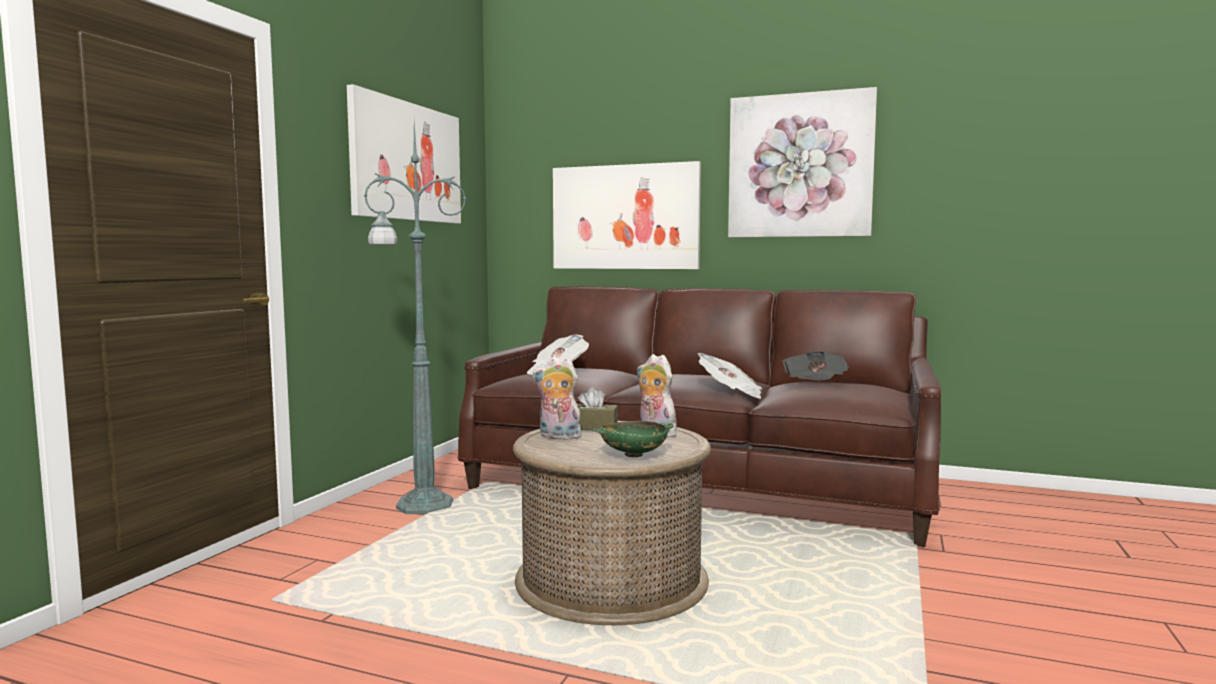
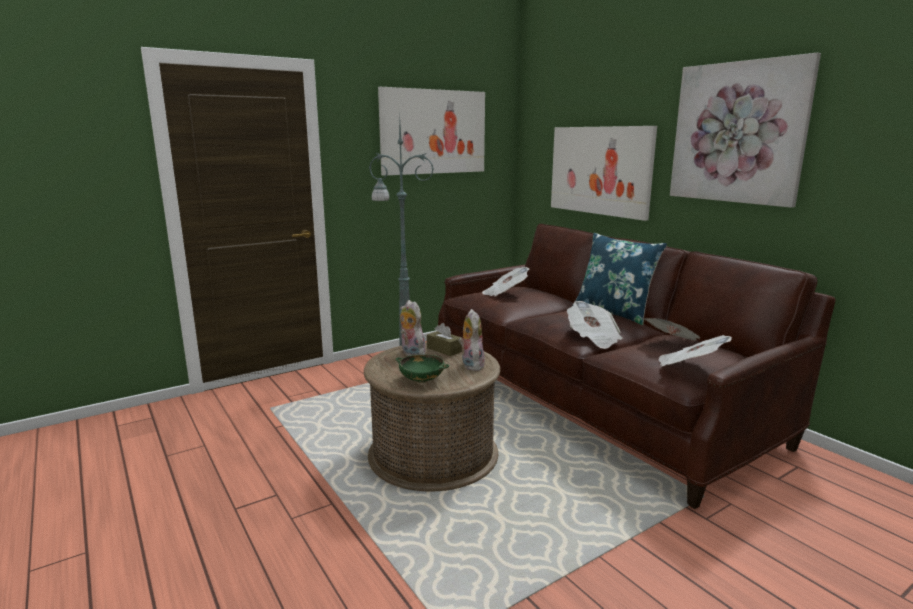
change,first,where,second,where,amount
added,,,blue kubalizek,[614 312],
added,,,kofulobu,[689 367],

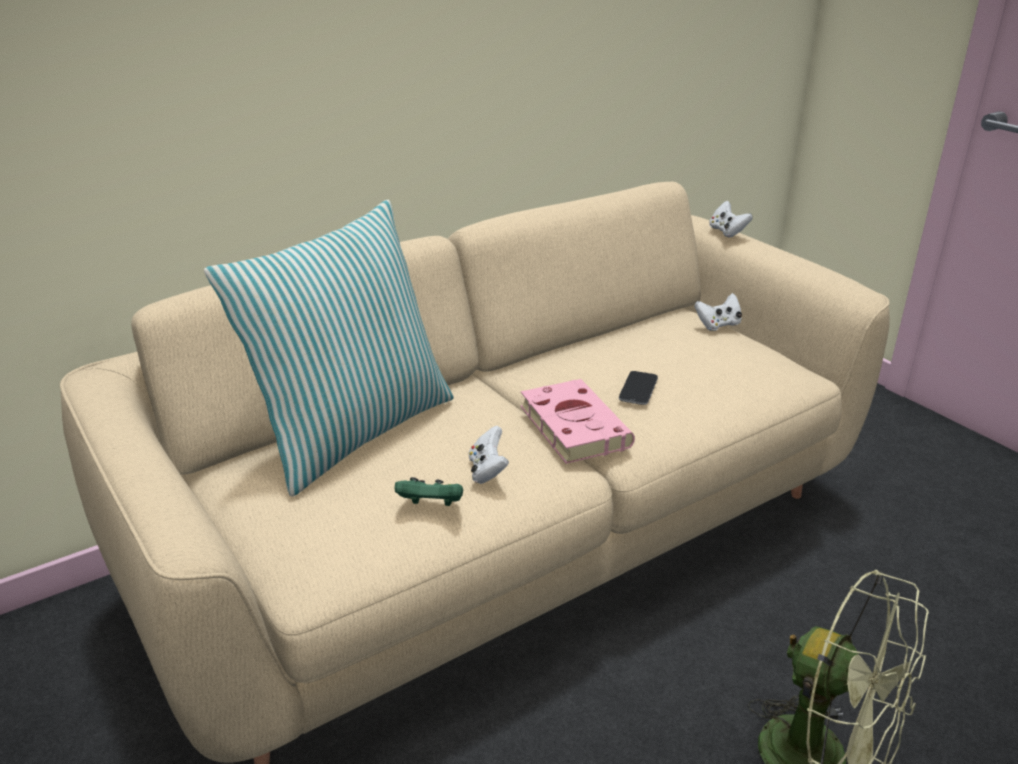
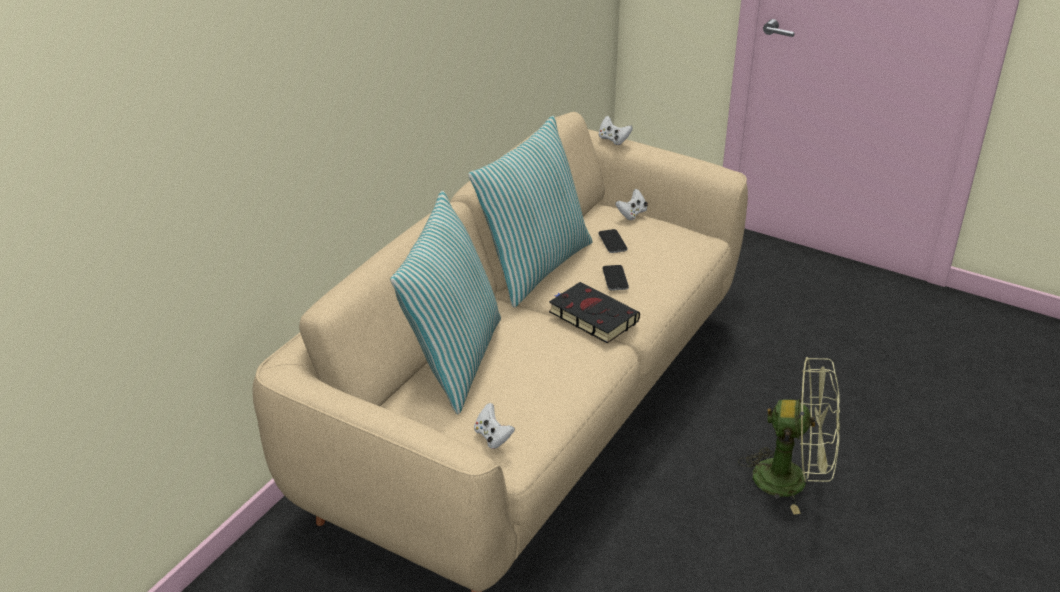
change,first,where,second,where,amount
added,,,kubalizek,[533 266],
moved,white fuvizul,[487 471],,[492 437],
recoloured,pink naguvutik,[572 425],black naguvutik,[591 316],
added,,,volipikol,[612 242],
removed,green fuvizul,[431 506],,,

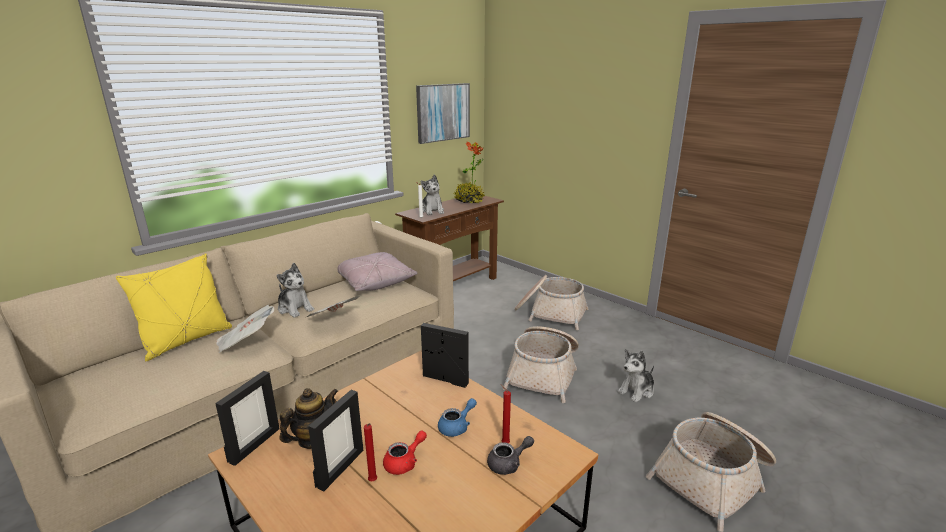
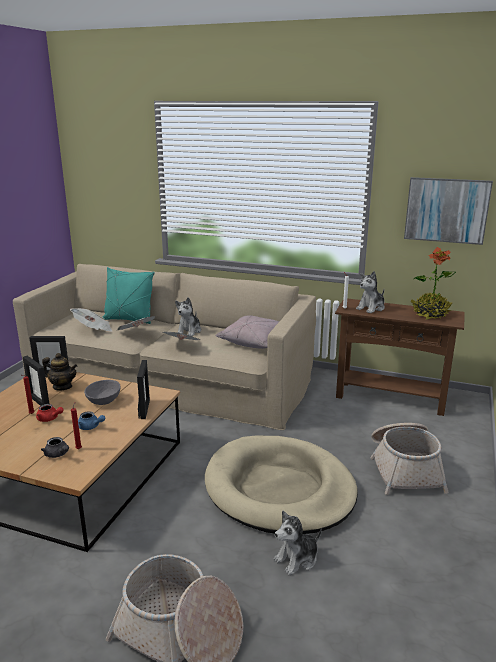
change,first,where,second,where,amount
turned,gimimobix,[340 468],,[40 401],45 degrees clockwise
added,,,kofulobu,[93 330],
added,,,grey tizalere,[104 401],
recoloured,yellow kubalizek,[187 340],turquoise kubalizek,[129 319],
replaced,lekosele,[543 373],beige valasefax,[279 489],
turned,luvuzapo,[636 391],,[297 559],60 degrees counterclockwise

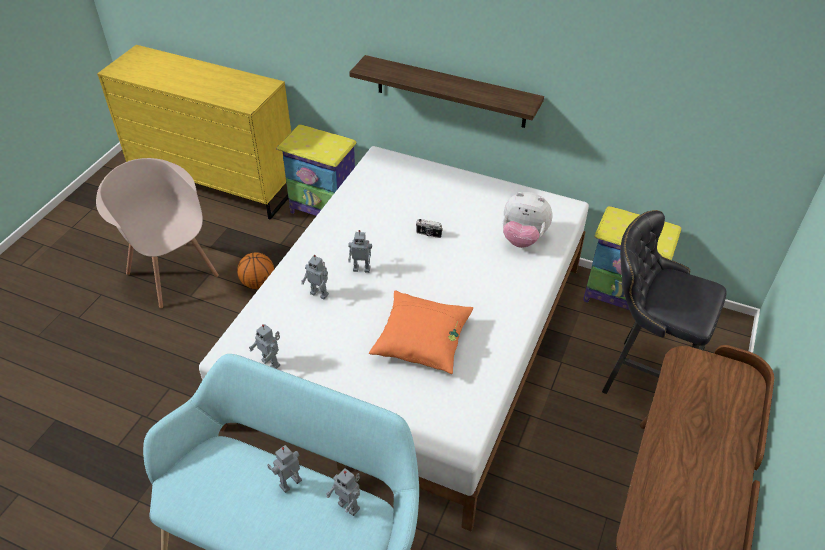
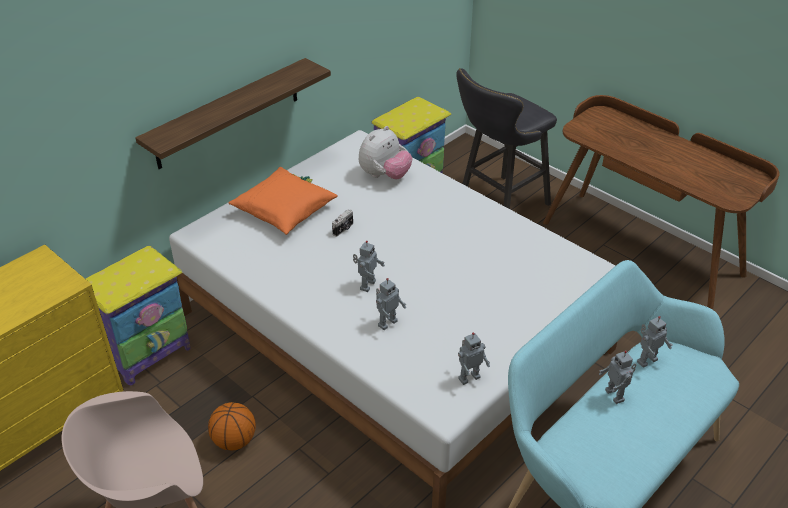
change,first,where,second,where,amount
moved,orange kubalizek,[421 341],,[284 211],

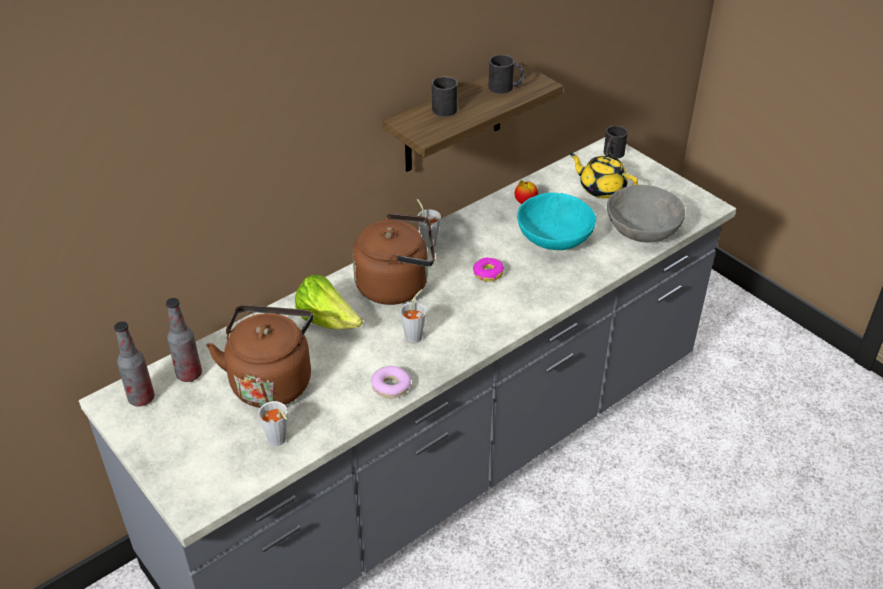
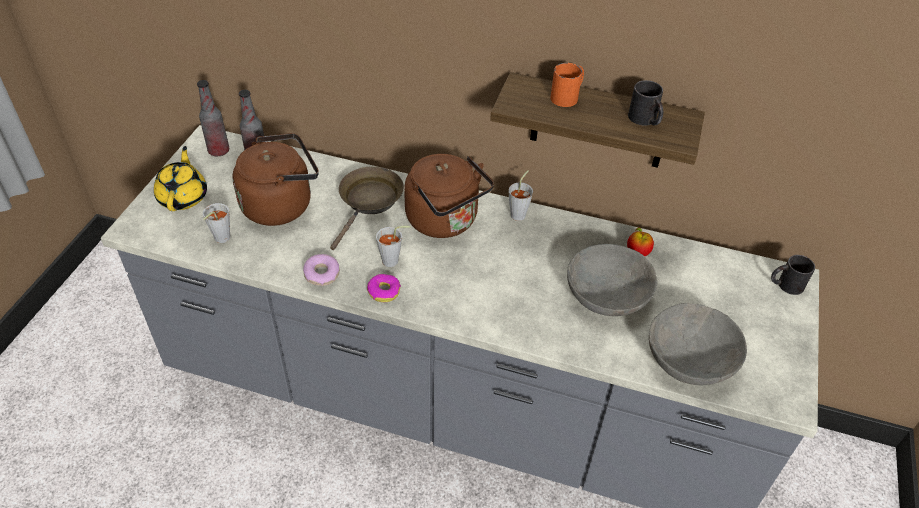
change,first,where,second,where,amount
moved,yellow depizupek,[601 188],,[183 196],
replaced,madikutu,[328 321],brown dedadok,[369 202],
moved,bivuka,[488 273],,[384 291],
recoloured,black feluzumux,[443 106],orange feluzumux,[568 96],
recoloured,turquoise tizalere,[553 238],grey tizalere,[606 296],

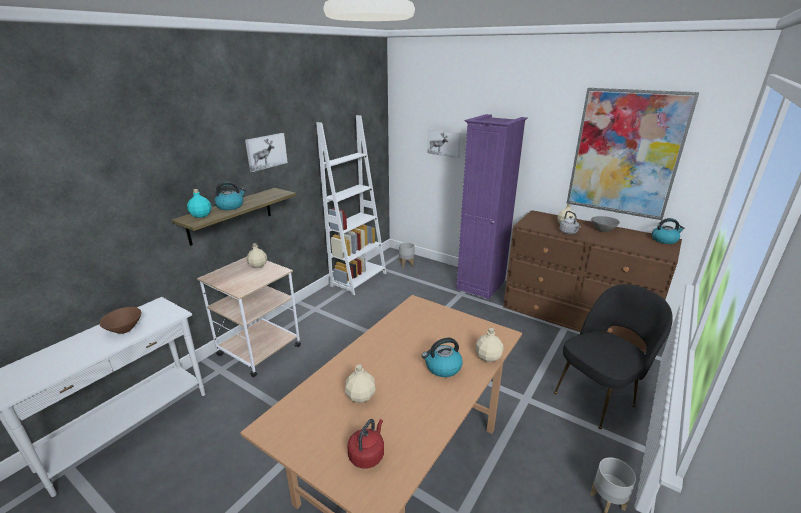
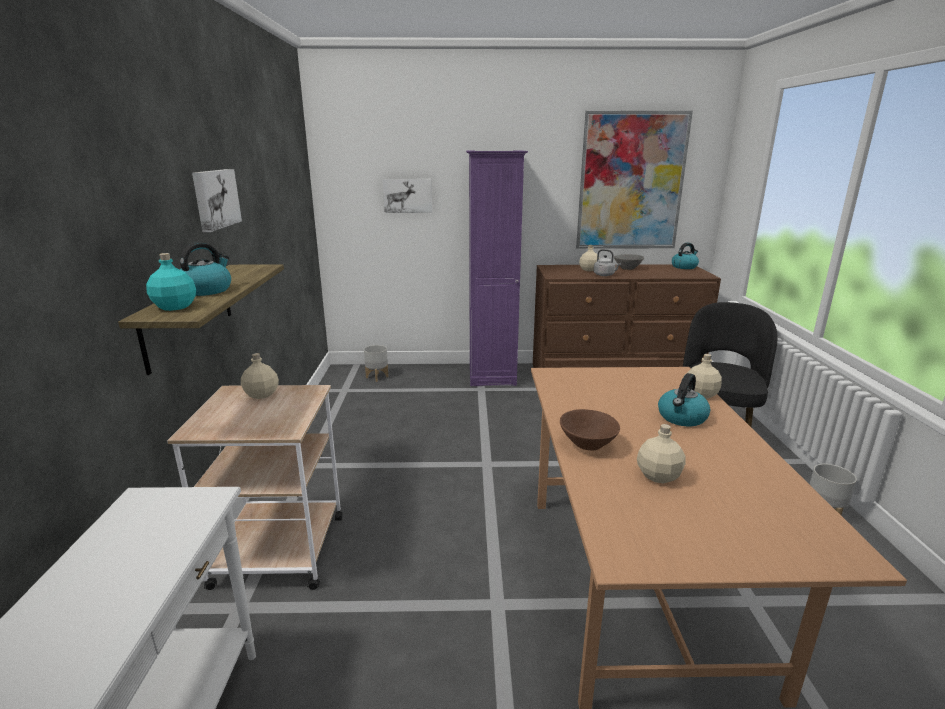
change,first,where,second,where,amount
moved,brown tizalere,[124 329],,[588 445],
removed,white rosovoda,[358 279],,,
removed,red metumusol,[367 454],,,

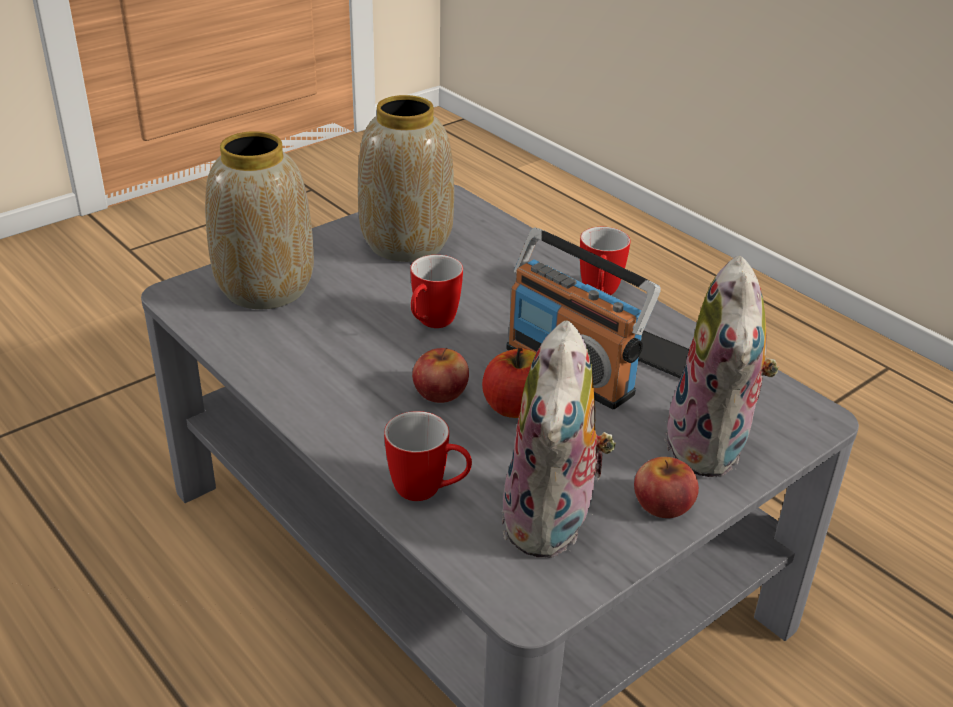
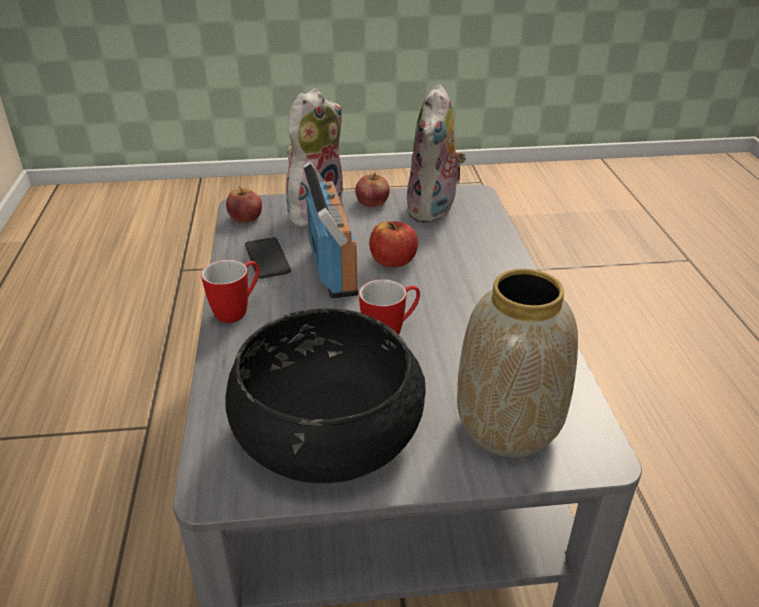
change,first,where,second,where,amount
replaced,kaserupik,[407 243],black tizalere,[327 429],
moved,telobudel,[440 391],,[245 217],
turned,luvuzapo,[552 524],,[434 211],150 degrees clockwise
removed,feluzumux,[429 491],,,

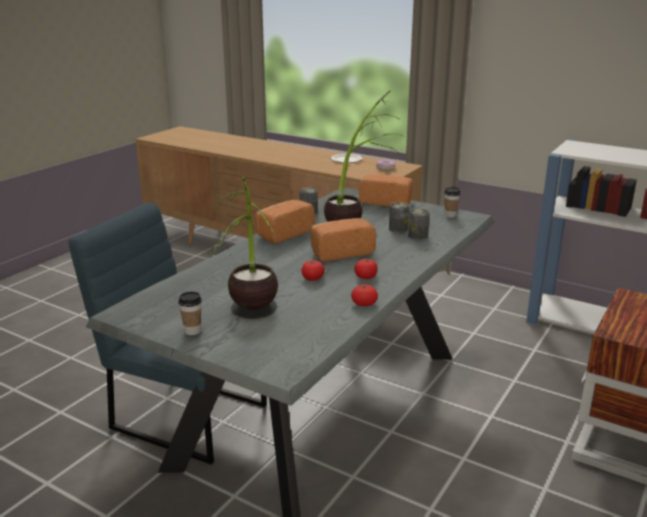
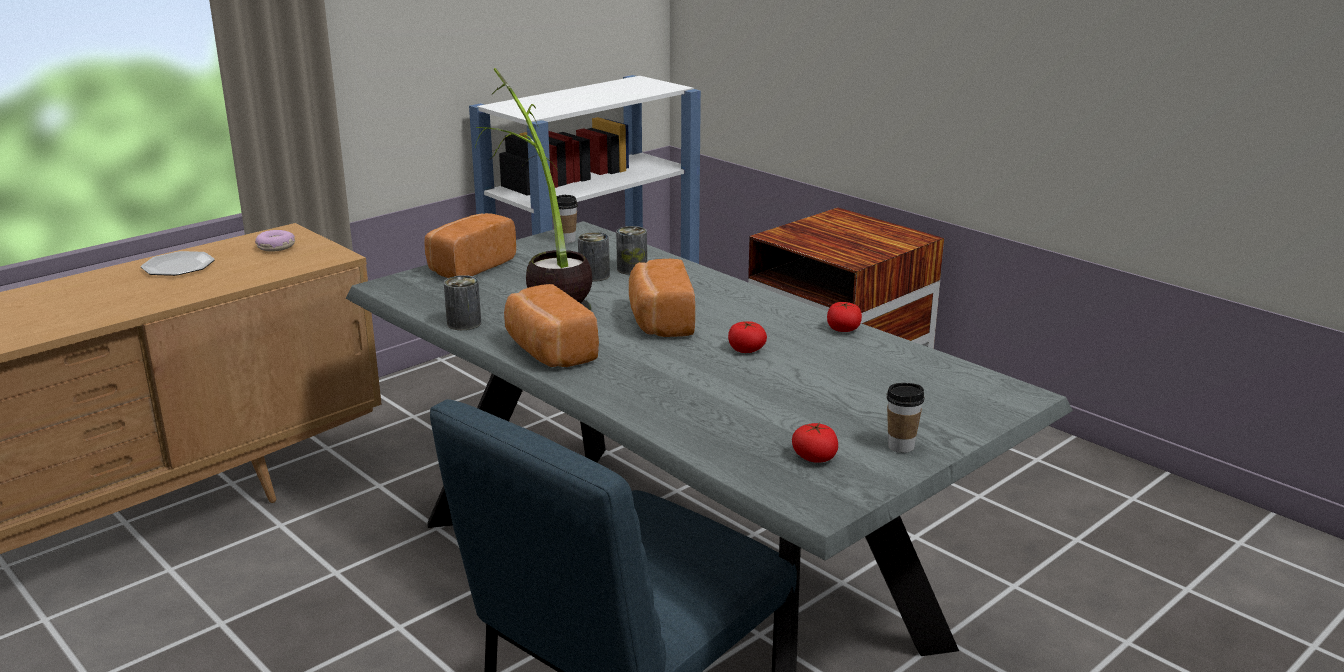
change,first,where,second,where,amount
moved,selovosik,[366 276],,[814 457],
removed,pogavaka,[251 321],,,

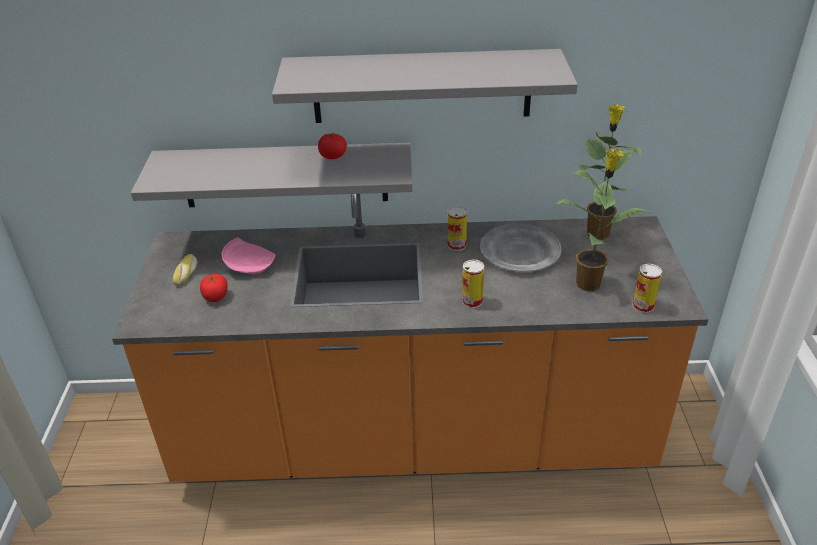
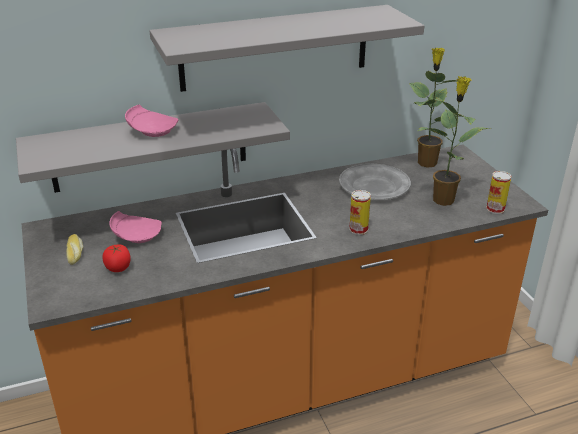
change,first,where,second,where,amount
added,,,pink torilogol,[152 130],
removed,selovosik,[333 156],,,
removed,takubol,[456 245],,,

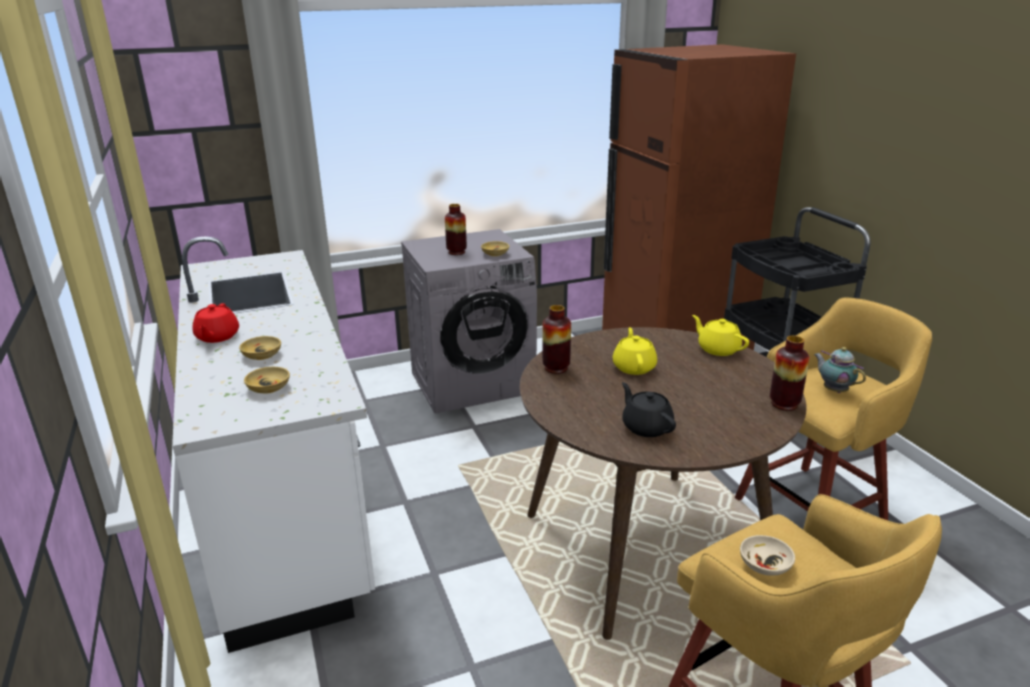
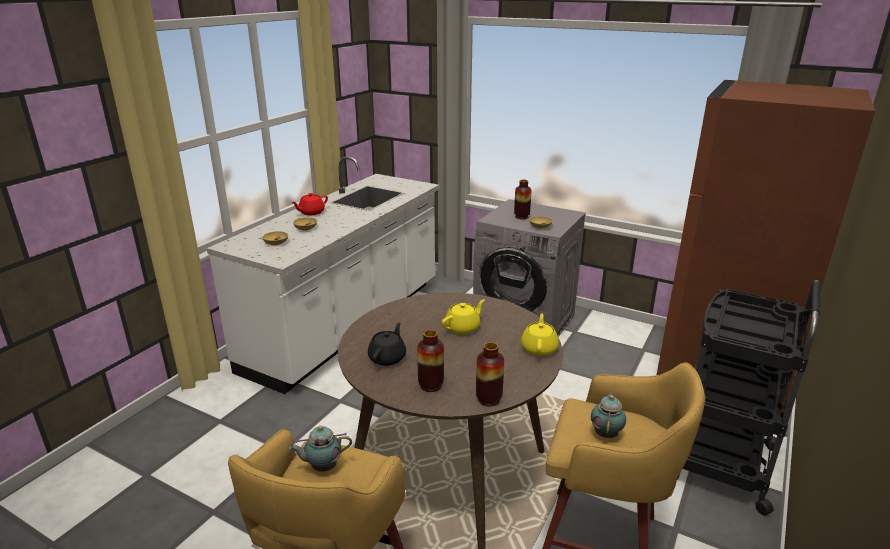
change,first,where,second,where,amount
replaced,beige tizalere,[764 564],depizupek,[322 467],
moved,kaserupik,[556 368],,[431 385],

